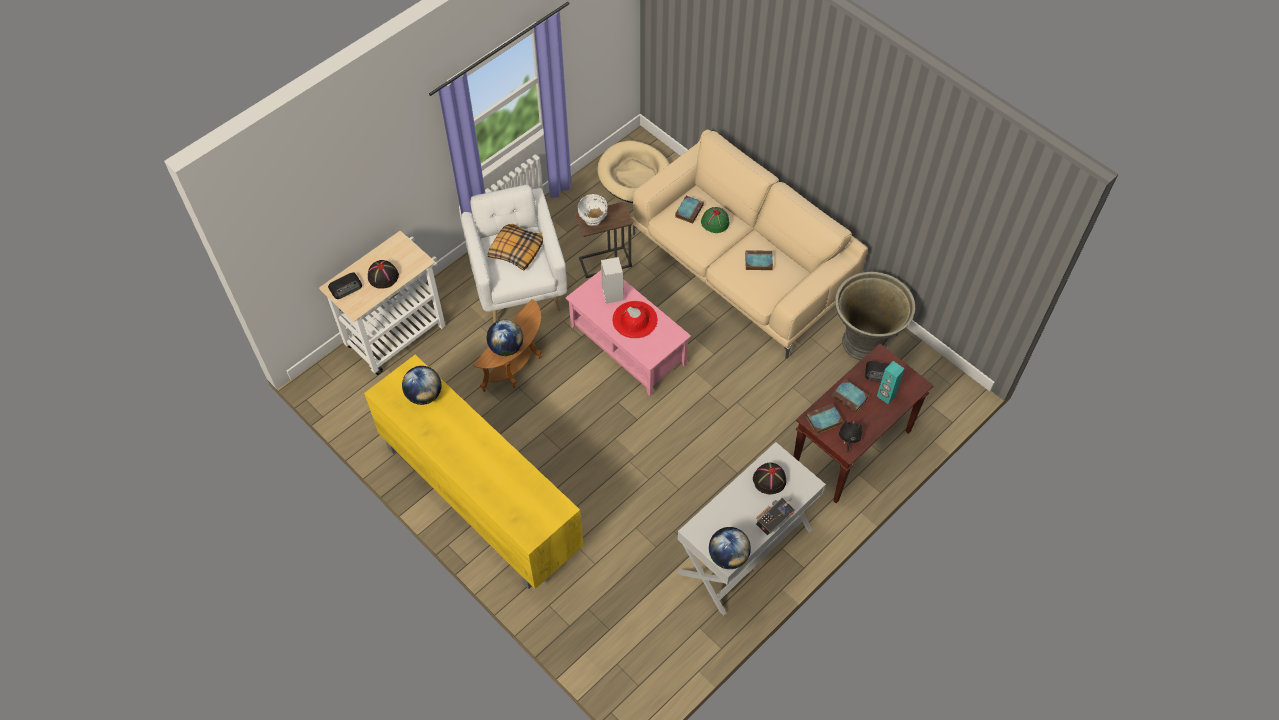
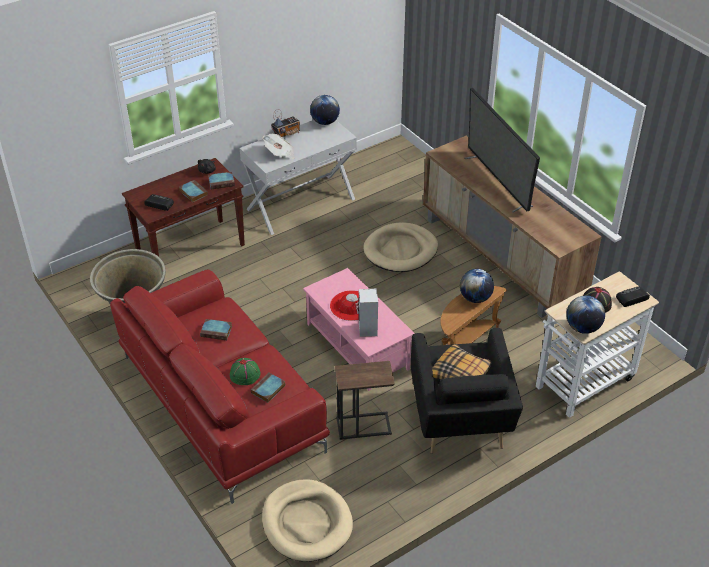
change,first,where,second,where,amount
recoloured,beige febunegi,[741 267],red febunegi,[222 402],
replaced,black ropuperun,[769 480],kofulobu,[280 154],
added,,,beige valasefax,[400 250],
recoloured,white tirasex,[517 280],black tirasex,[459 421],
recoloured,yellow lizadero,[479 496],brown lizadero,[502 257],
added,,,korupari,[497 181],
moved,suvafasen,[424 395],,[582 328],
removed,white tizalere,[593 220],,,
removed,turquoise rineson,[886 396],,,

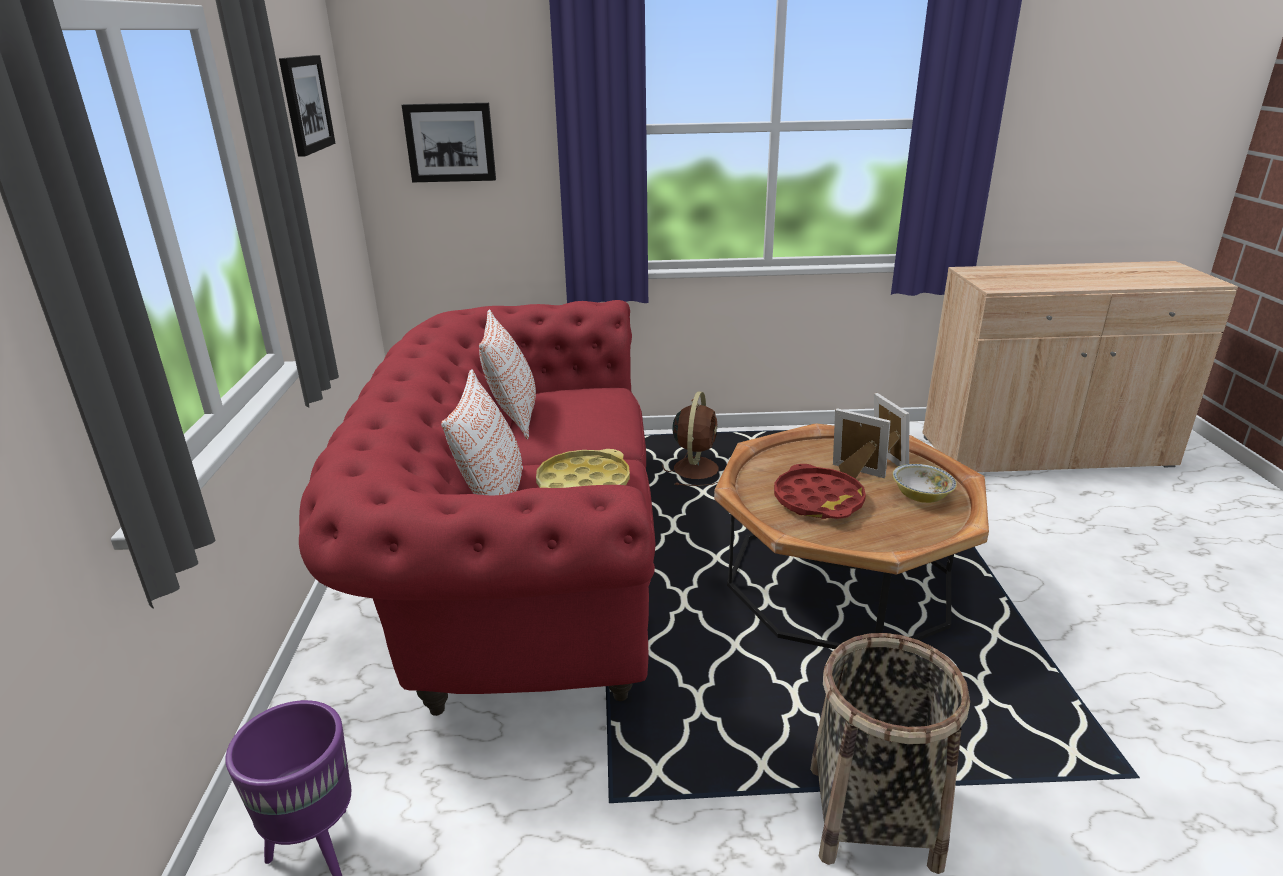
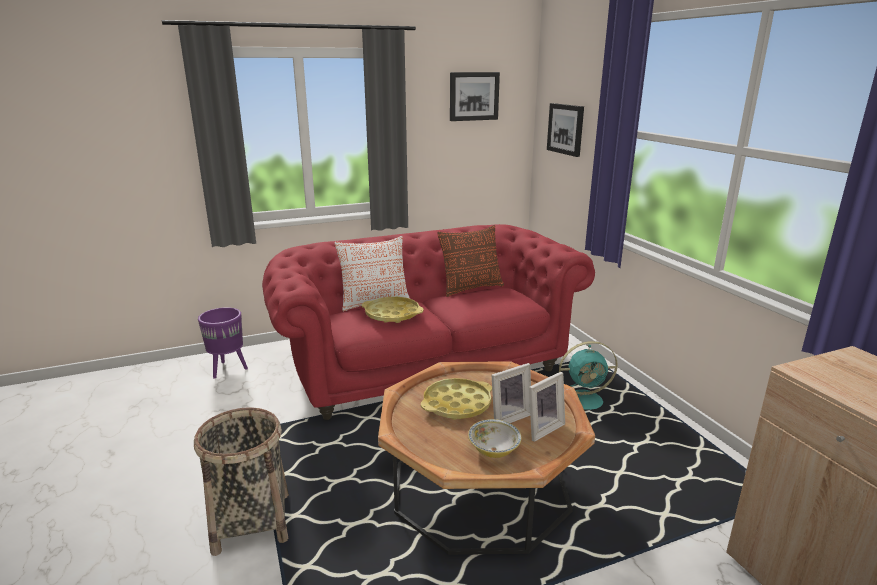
change,first,where,second,where,amount
recoloured,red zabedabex,[818 500],yellow zabedabex,[457 404],
recoloured,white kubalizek,[513 417],brown kubalizek,[471 288],
turned,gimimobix,[855 474],,[508 417],45 degrees clockwise
recoloured,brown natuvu,[696 468],turquoise natuvu,[586 400],

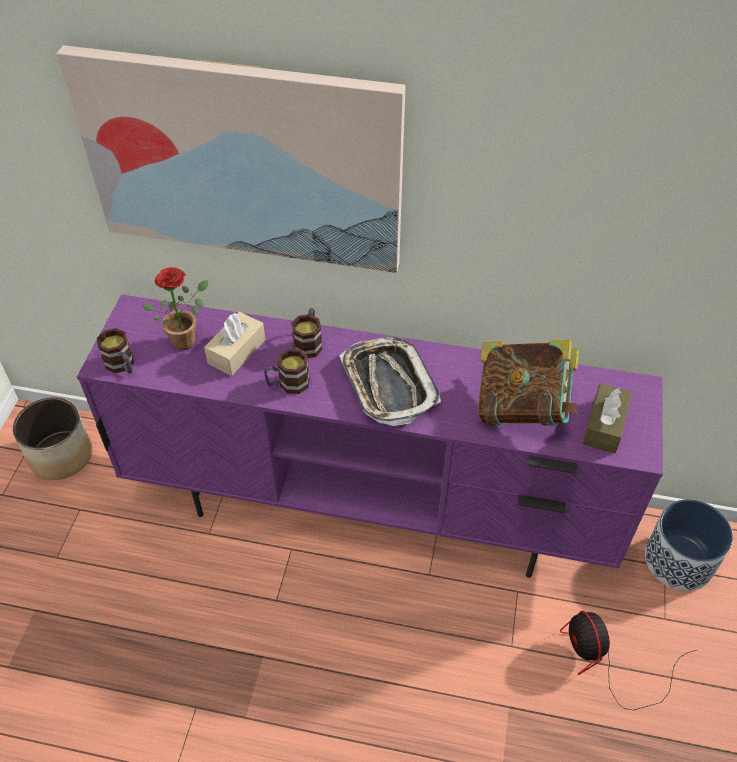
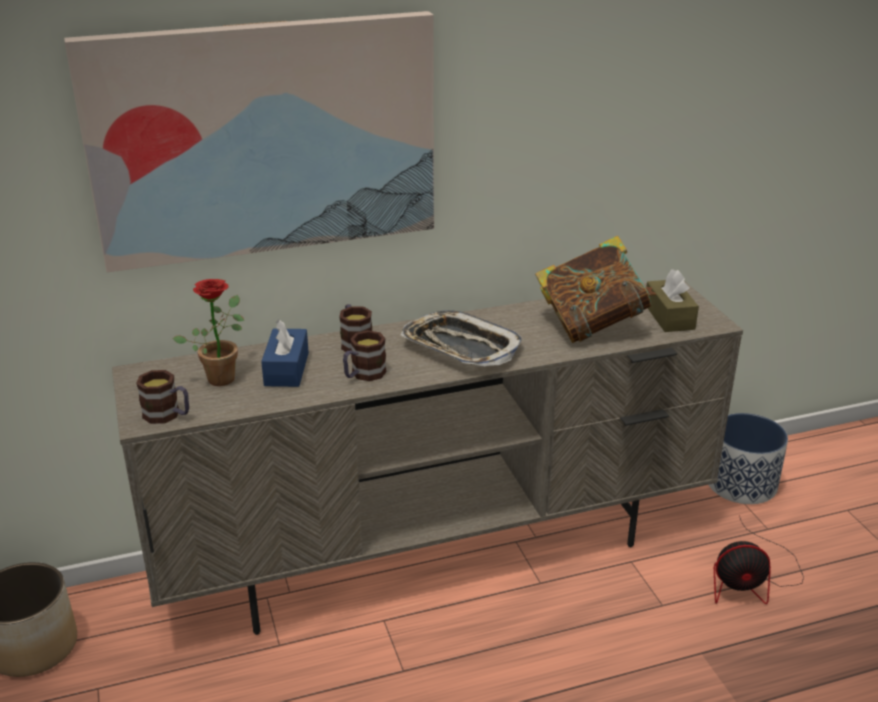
change,first,where,second,where,amount
recoloured,purple lizadero,[371 509],beige lizadero,[440 554],
recoloured,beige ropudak,[237 351],blue ropudak,[286 369],
turned,natuvu,[606 662],,[751 580],45 degrees counterclockwise

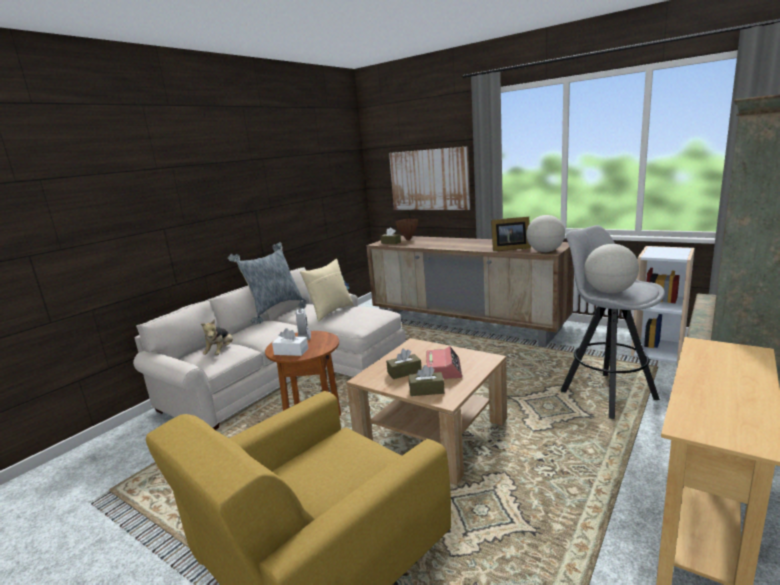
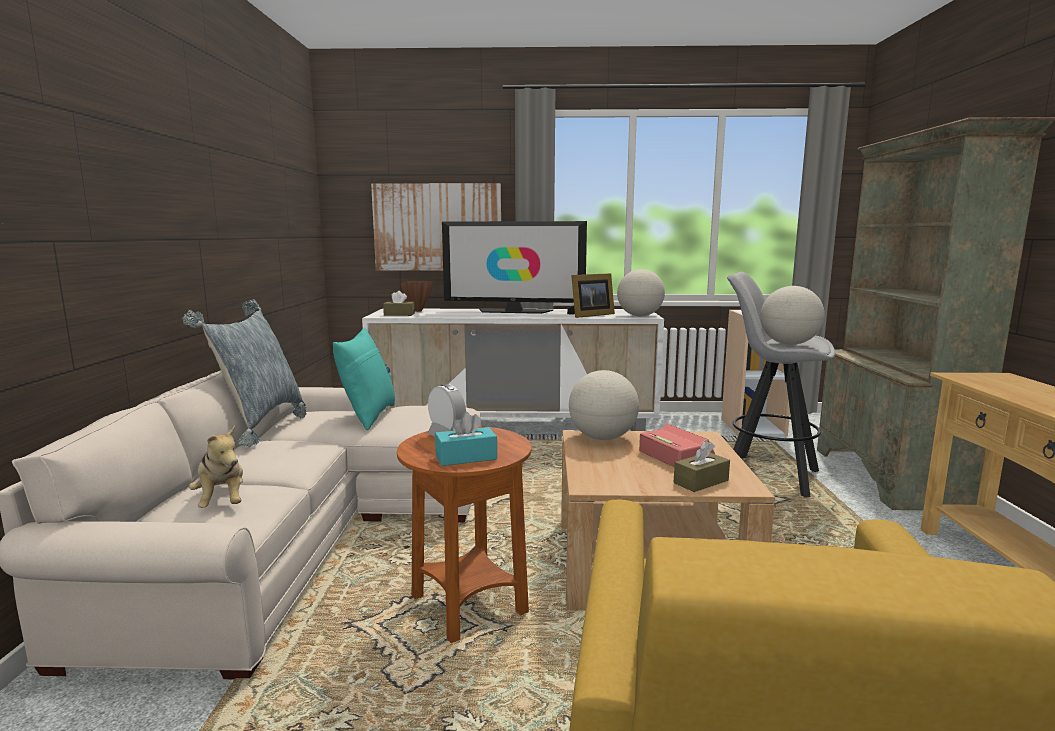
change,first,where,second,where,amount
recoloured,beige kubalizek,[331 312],turquoise kubalizek,[368 417],
recoloured,brown lizadero,[466 323],white lizadero,[515 427],
recoloured,white ropudak,[291 352],turquoise ropudak,[466 457],
added,,,korupari,[514 311],
added,,,suvafasen,[602 438],
removed,brown ropudak,[404 372],,,

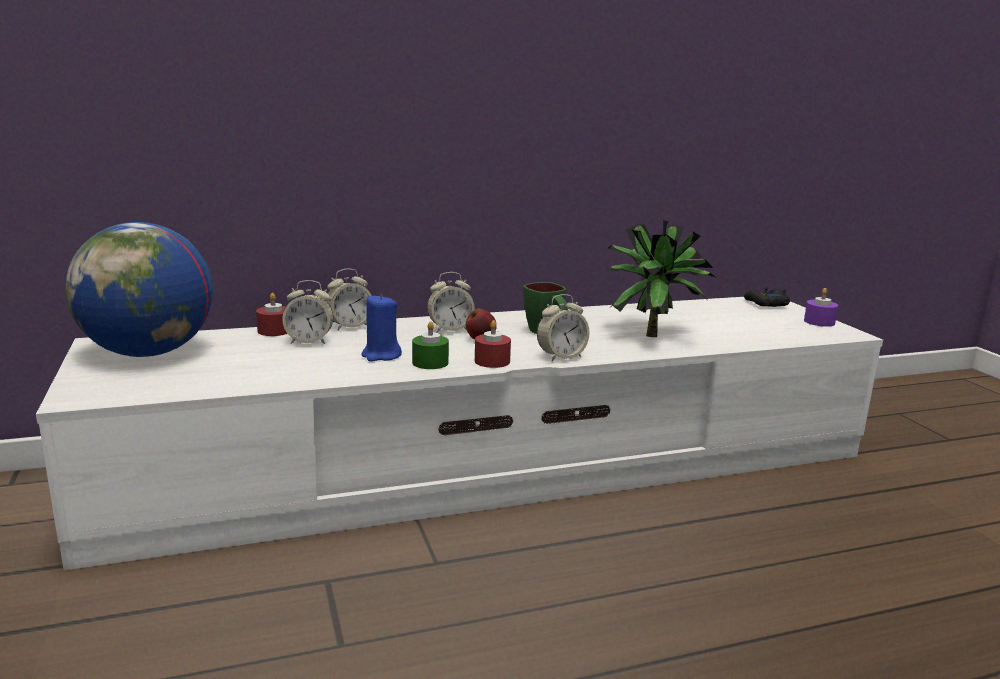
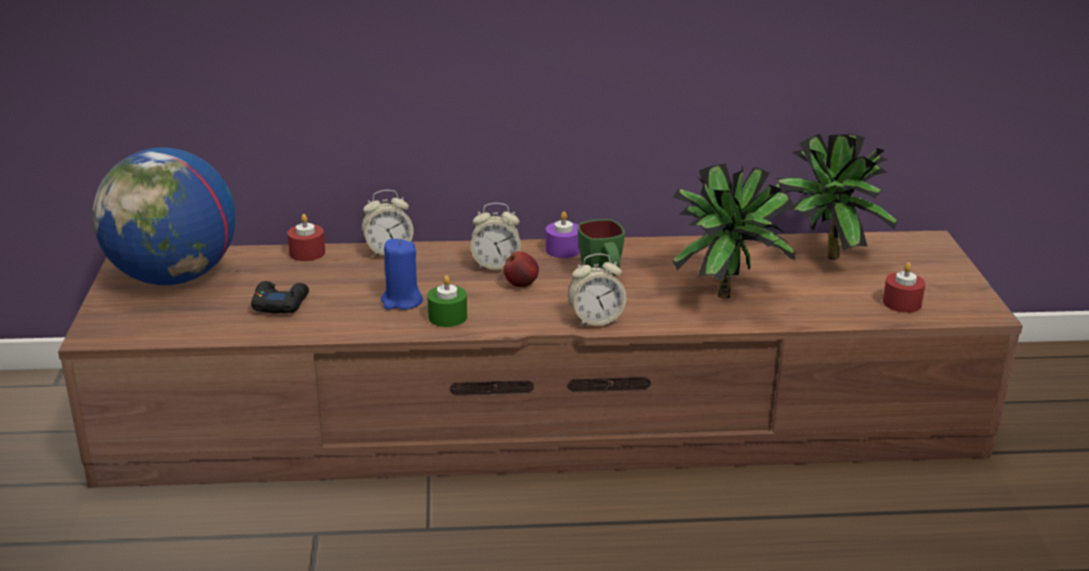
change,first,where,second,where,amount
recoloured,white lizadero,[494 461],brown lizadero,[542 413],
moved,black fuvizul,[765 303],,[280 304],
moved,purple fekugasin,[819 322],,[563 250],
added,,,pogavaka,[823 256],
moved,red fekugasin,[492 361],,[902 303],
removed,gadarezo,[309 341],,,

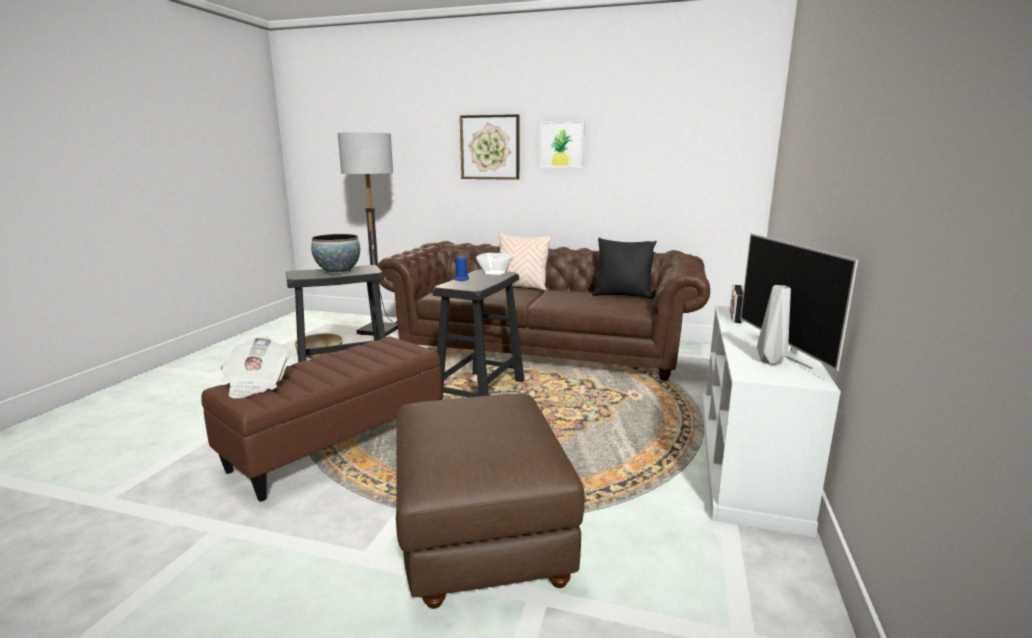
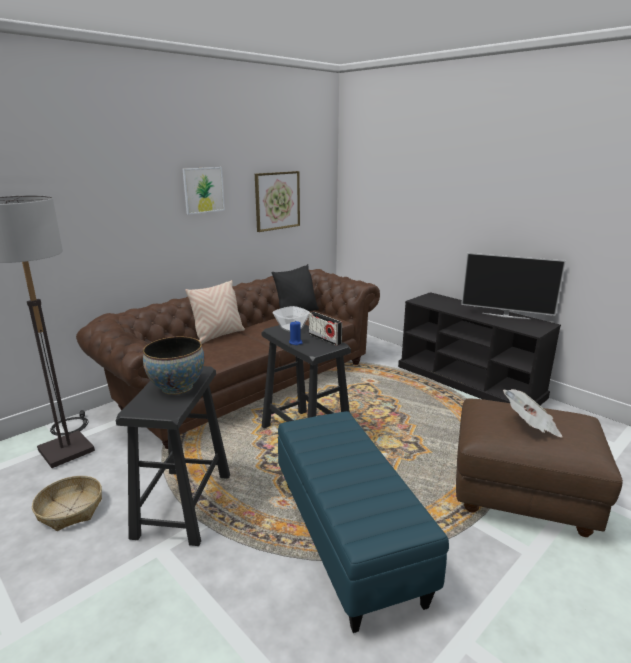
change,first,where,second,where,amount
moved,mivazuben,[490 147],,[277 200],
recoloured,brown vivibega,[338 446],blue vivibega,[349 538],
moved,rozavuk,[736 316],,[325 339],
recoloured,white lizadero,[746 456],black lizadero,[469 382],
moved,kofulobu,[256 384],,[530 426],
removed,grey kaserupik,[772 362],,,

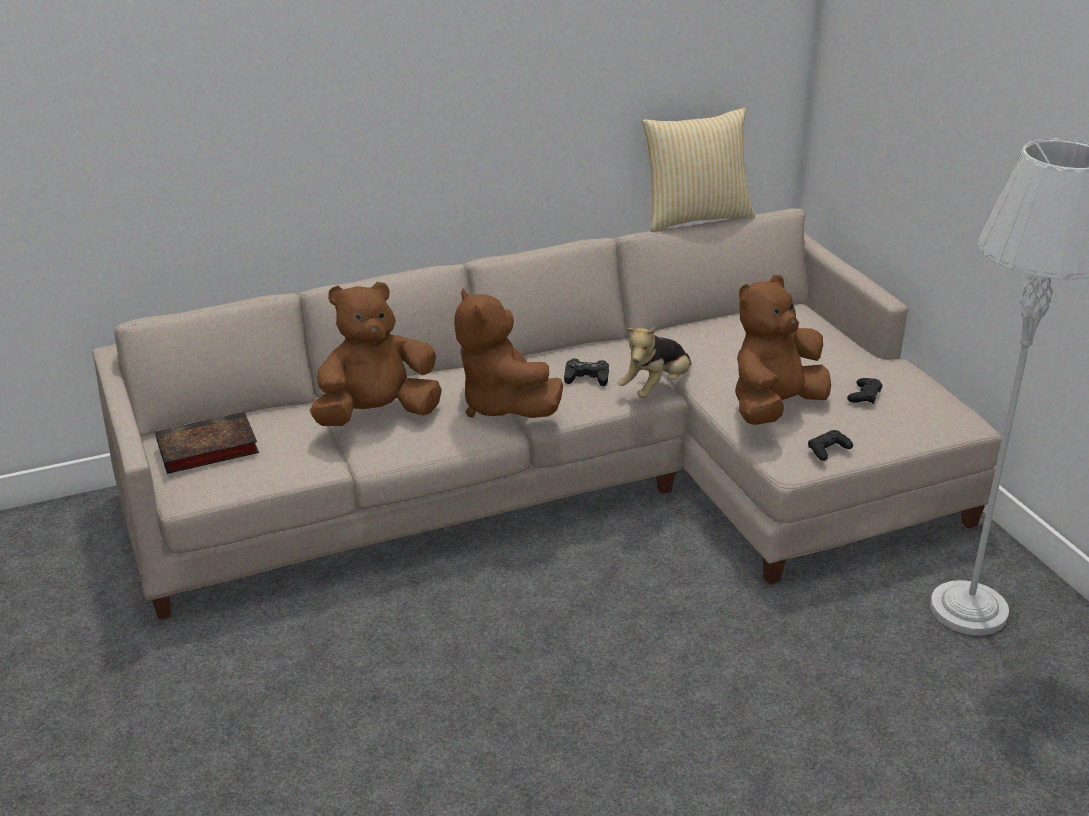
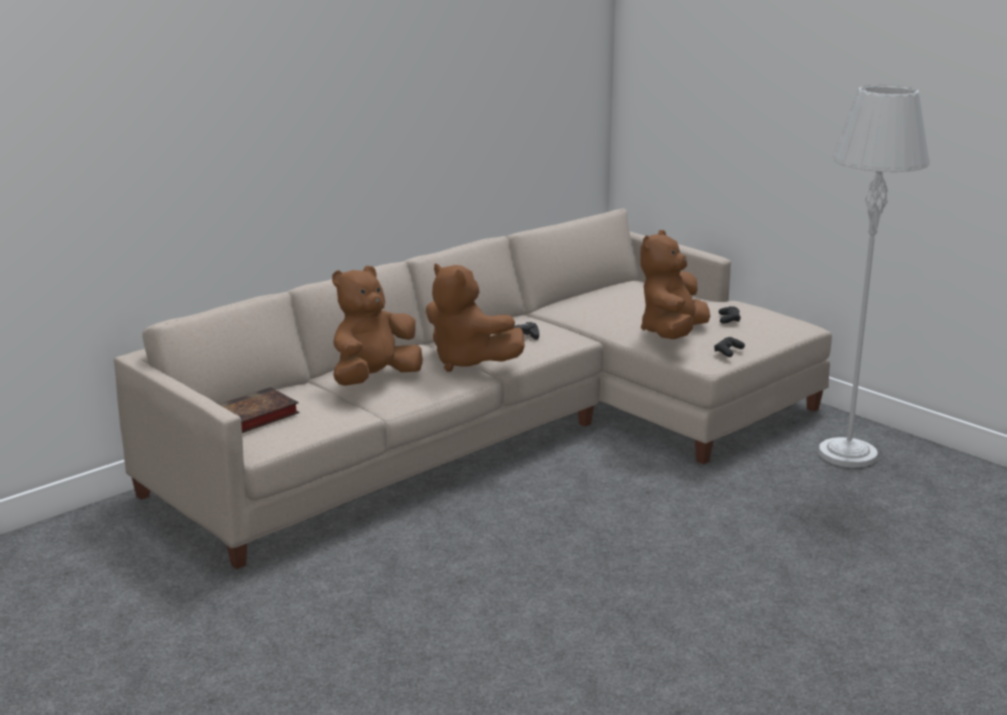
change,first,where,second,where,amount
removed,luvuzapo,[656 388],,,
removed,kubalizek,[695 218],,,

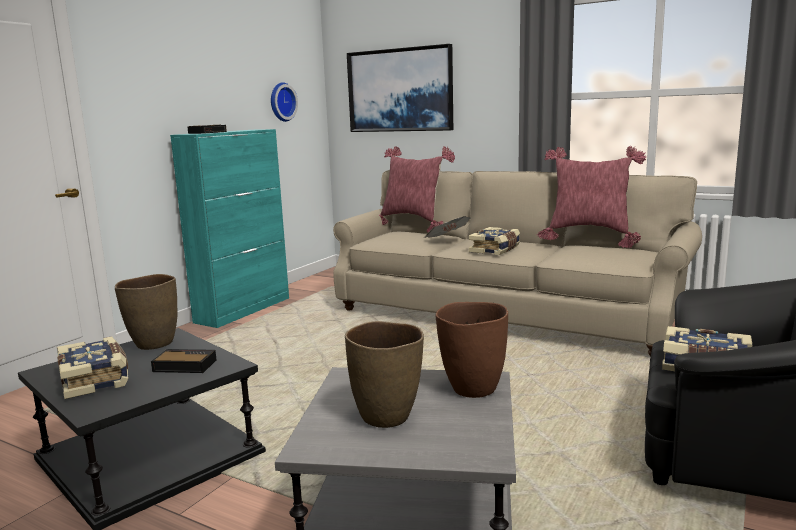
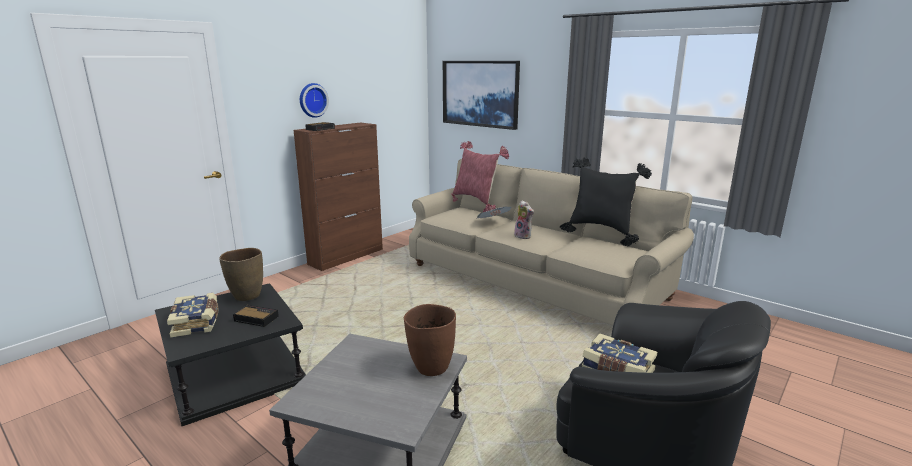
change,first,where,second,where,amount
recoloured,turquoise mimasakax,[244 310],brown mimasakax,[346 256],
moved,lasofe,[281 102],,[312 100],
replaced,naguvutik,[495 250],luvuzapo,[524 236],
recoloured,red kubalizek,[589 243],black kubalizek,[600 236],
removed,brown kaserupik,[387 417],,,

